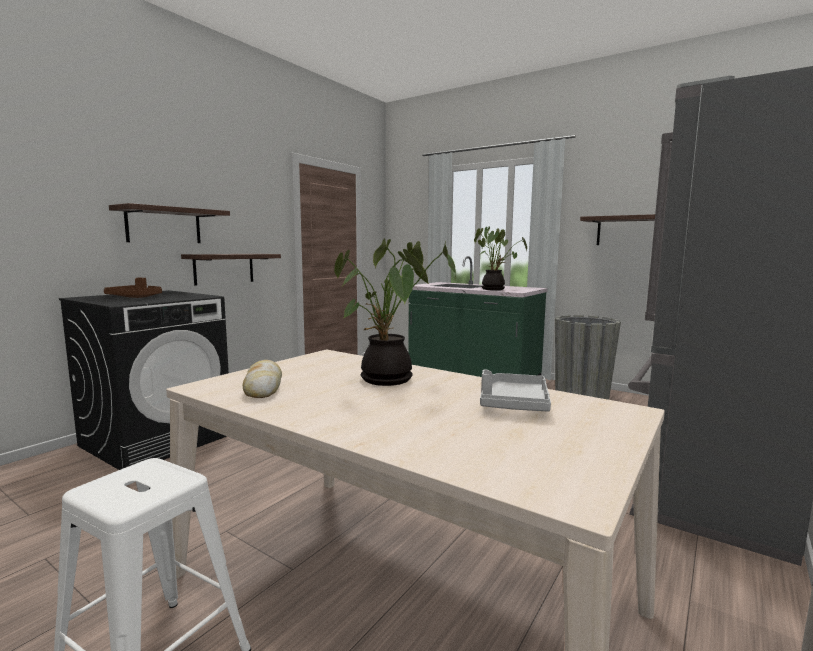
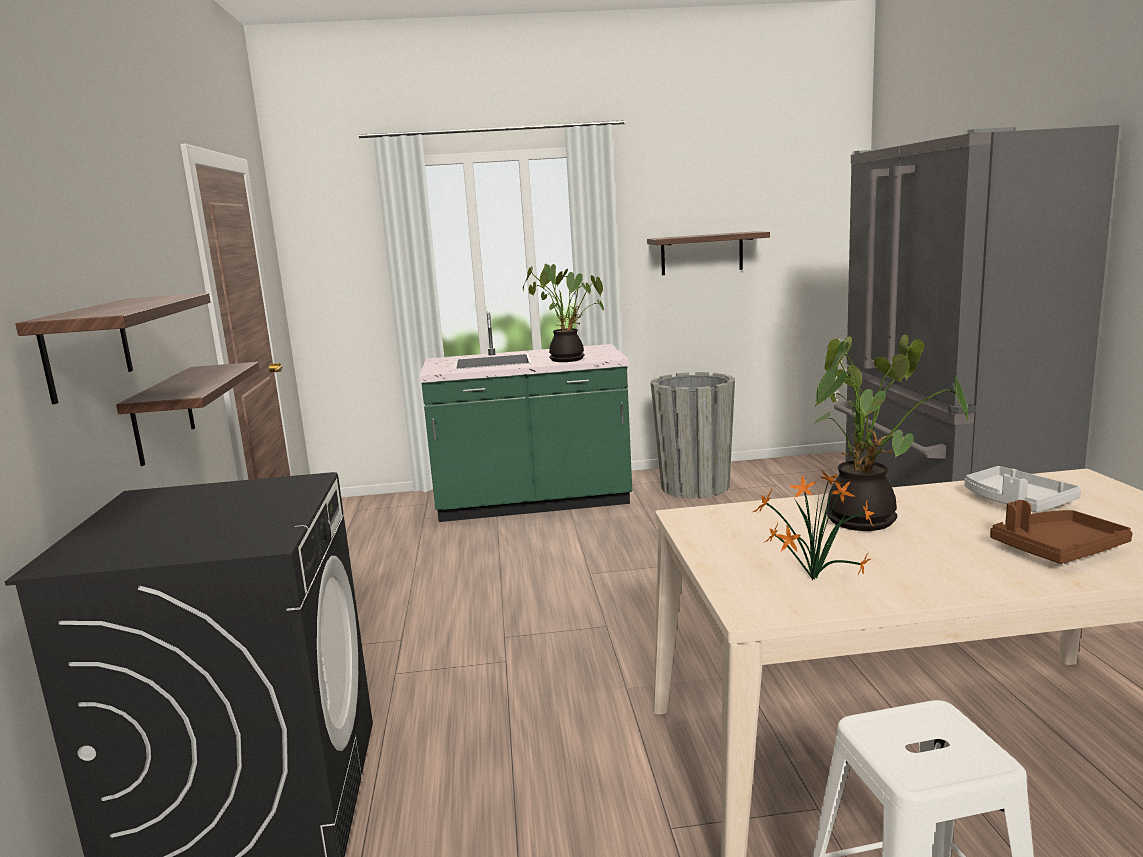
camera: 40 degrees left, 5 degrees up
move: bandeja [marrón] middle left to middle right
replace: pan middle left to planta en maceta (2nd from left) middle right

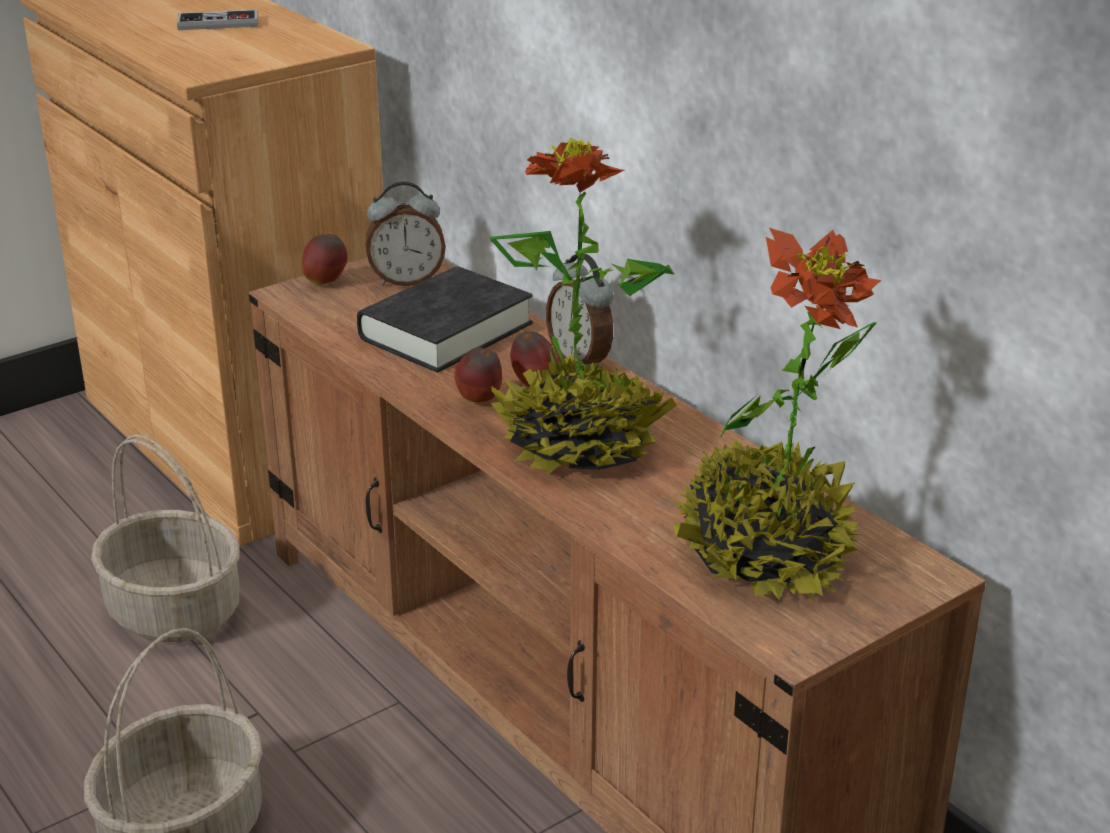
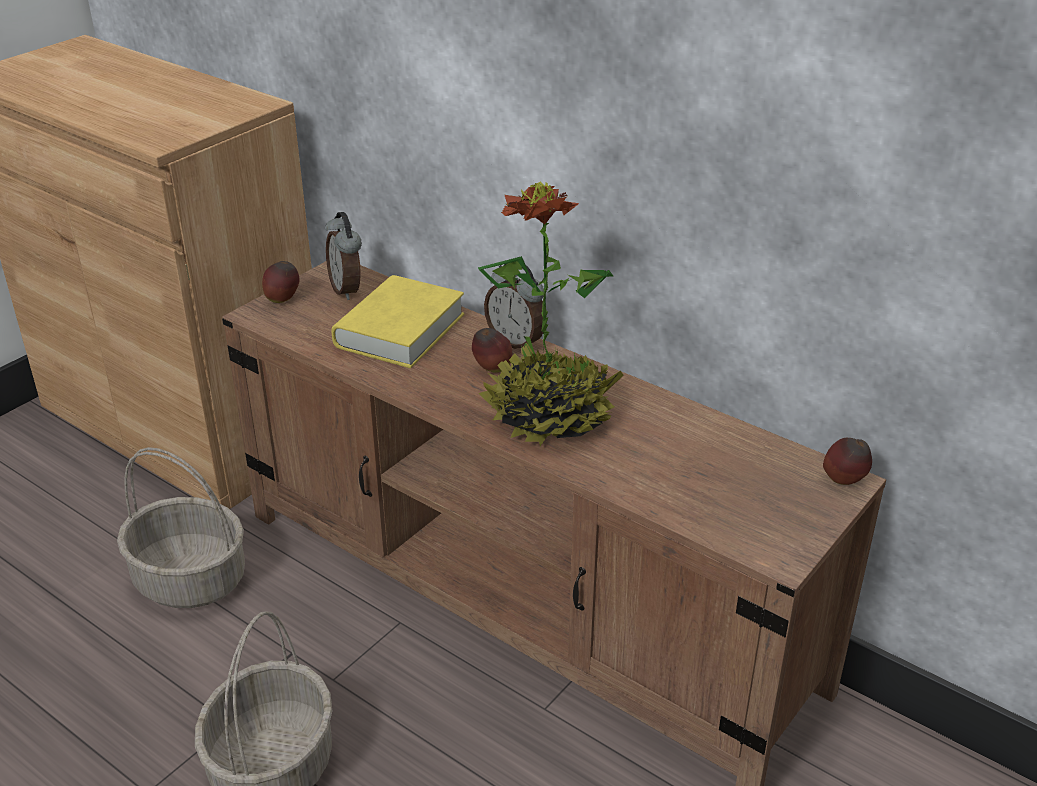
camera: 15 degrees left, 5 degrees up
delete: mando de consola top left; planta en maceta (2nd from left) middle right
move: manzana (2nd from left in the first image) centre to manzana (3rd from left) middle right
recolor: libro [negro] centre to libro [amarillo] centre
rotate: despertador (1st from left) top centre = top left 90 degrees clockwise

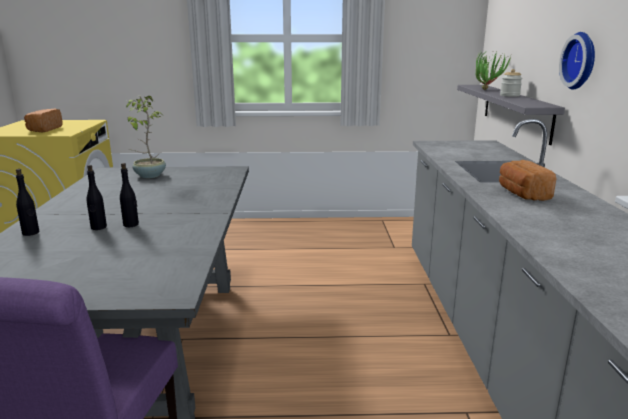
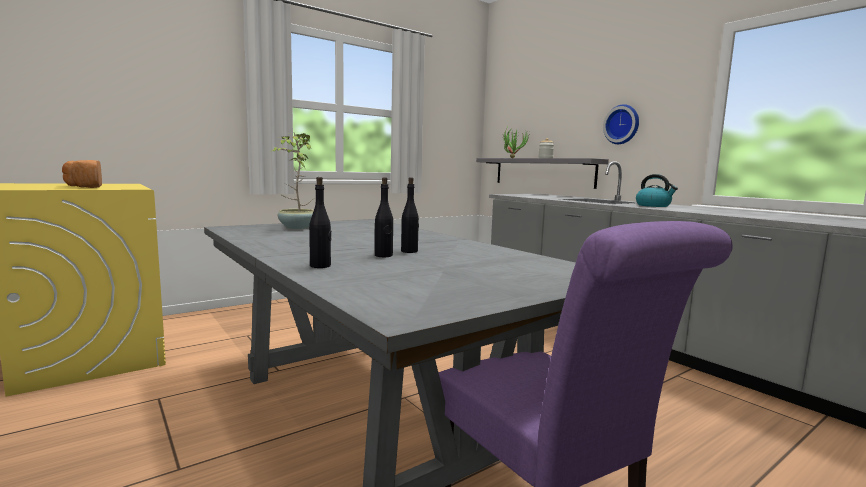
camera: 35 degrees left, 10 degrees down
replace: pan (2nd from left) middle right to hervidor middle right

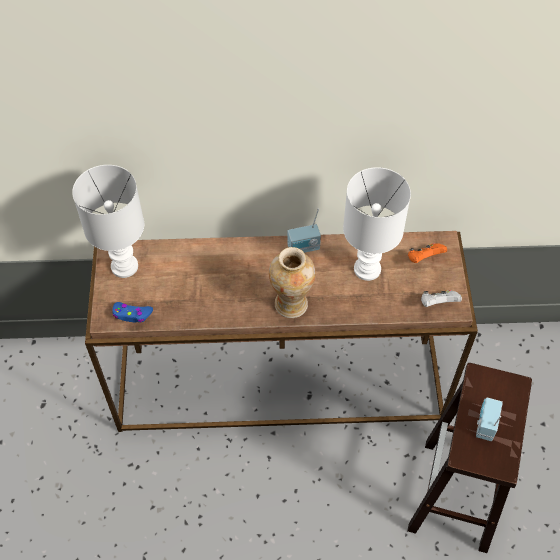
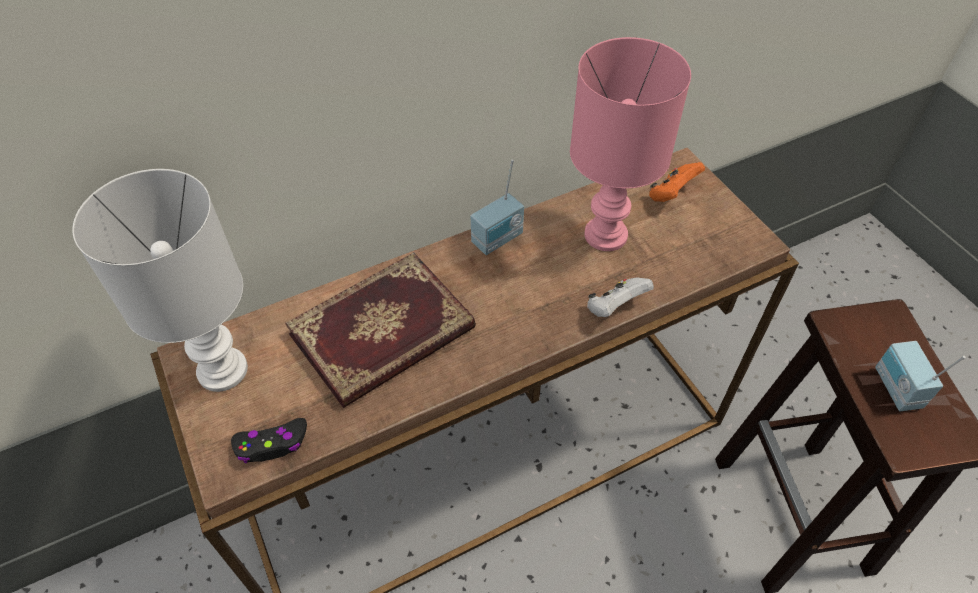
camera: 25 degrees left, 5 degrees down
delete: florero centre
insert: libro centre
move: mando de consola [blanco] middle right to centre
recolor: mando de consola [azul] middle left to mando de consola [negro] bottom left; lámpara de mesa [blanco] (2nd from left) middle right to lámpara de mesa [rosa] top centre

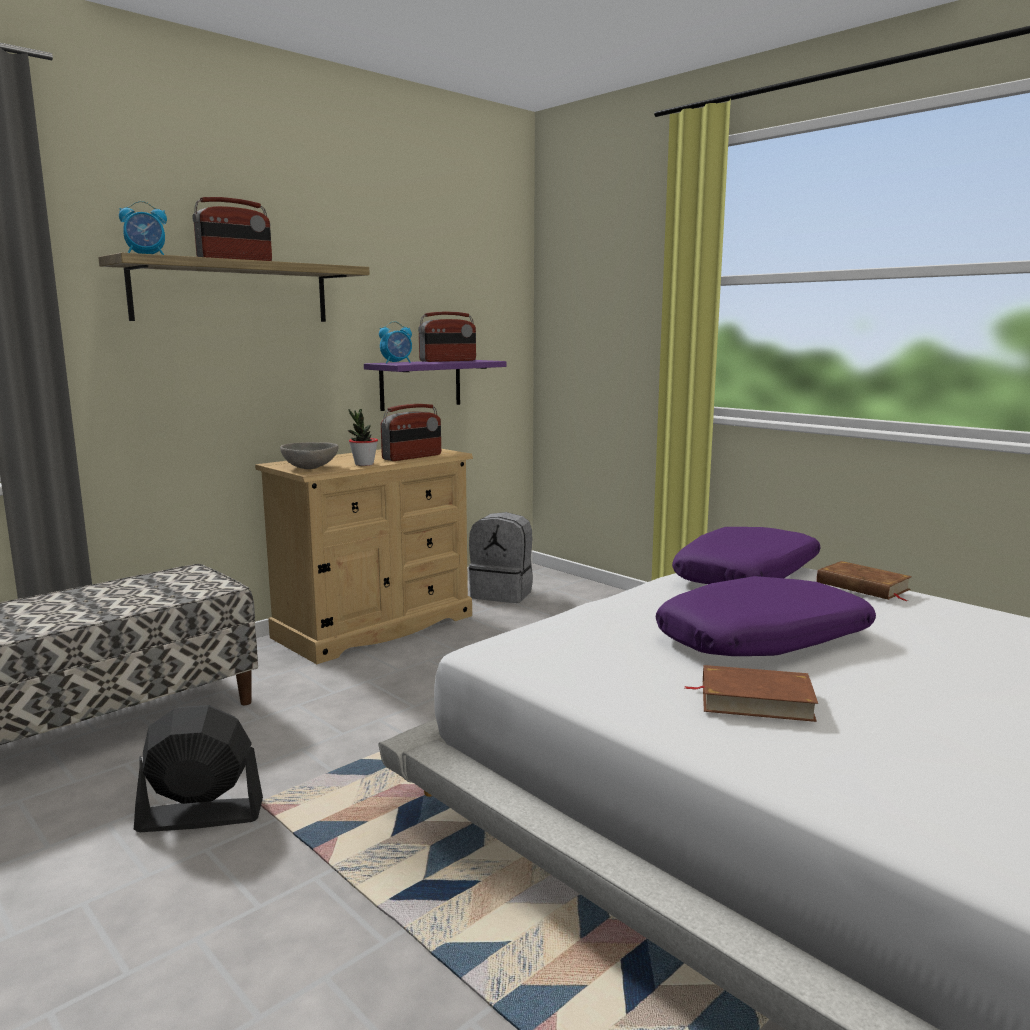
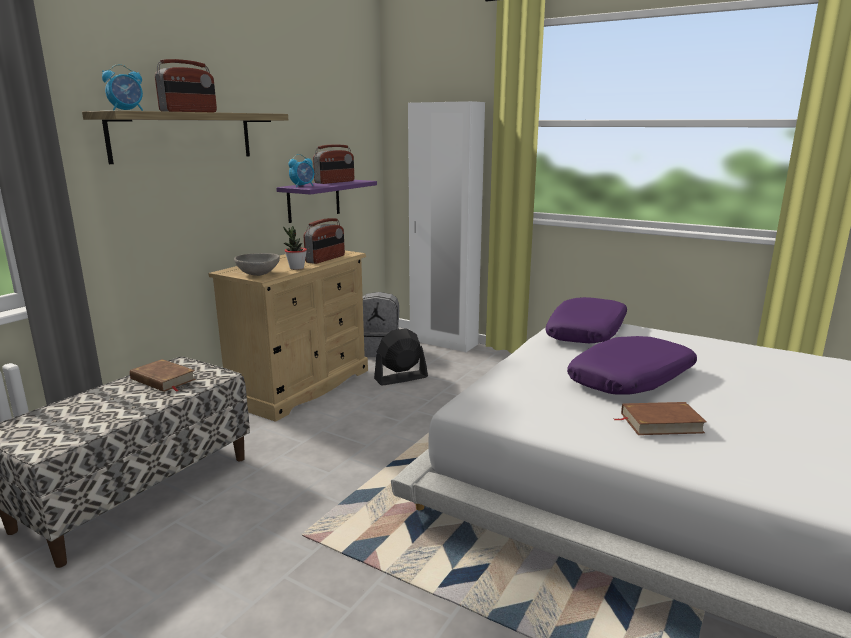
camera: 15 degrees left, 5 degrees up
insert: armario ropero [blanco] centre
move: ventilador [negro] bottom left to centre; libro [marrón] (2nd from left in the first image) middle right to libro [marrón] (1st from left) middle left

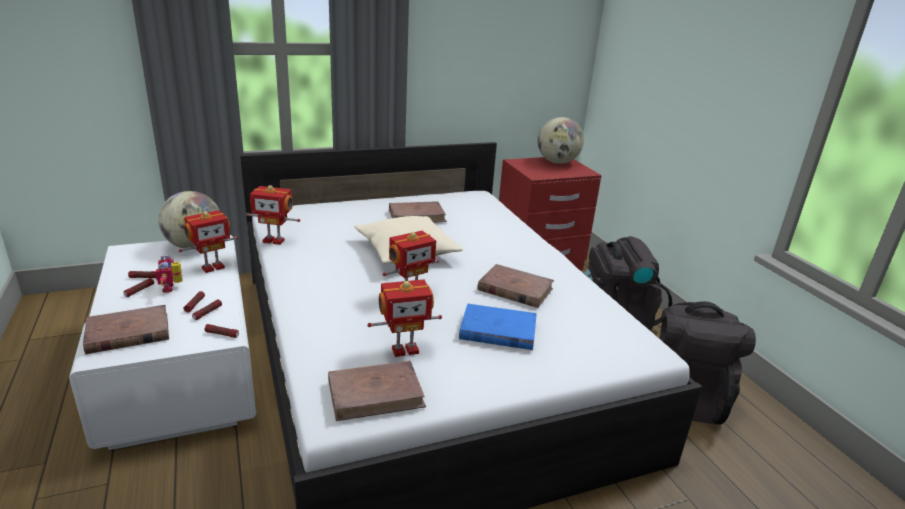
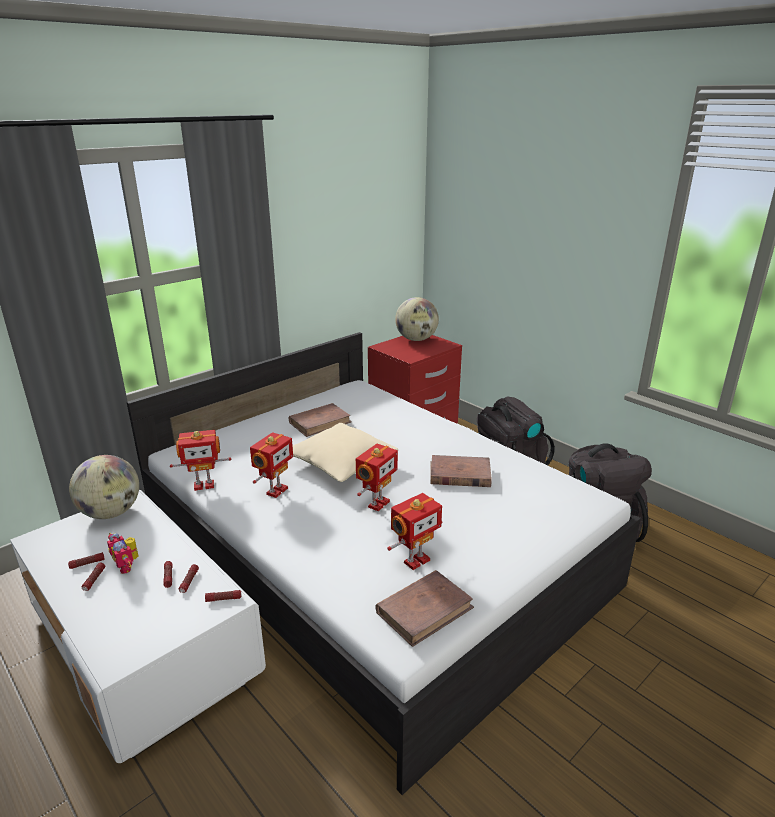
camera: 20 degrees left, 0 degrees up
delete: libro [marrón] (1st from left) middle left; libro [azul] centre
move: robot de juguete (2nd from left in the first image) middle left to robot de juguete (3rd from left) centre

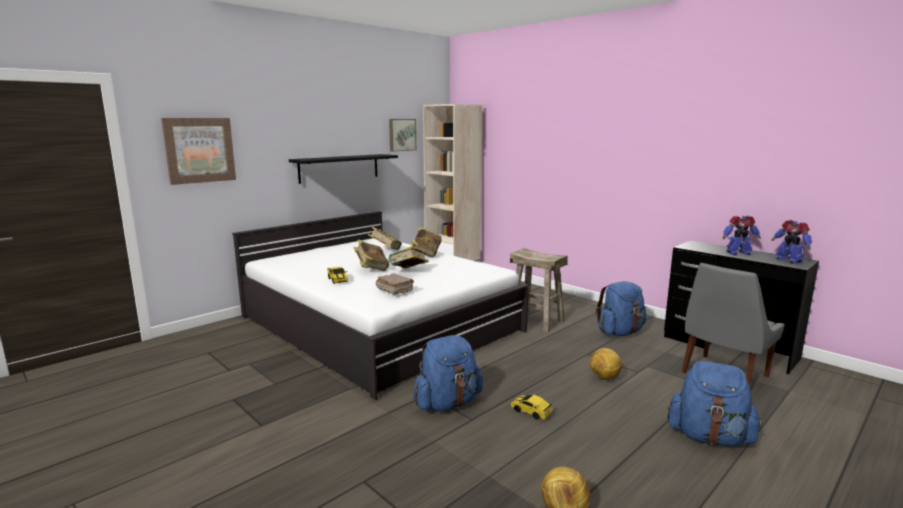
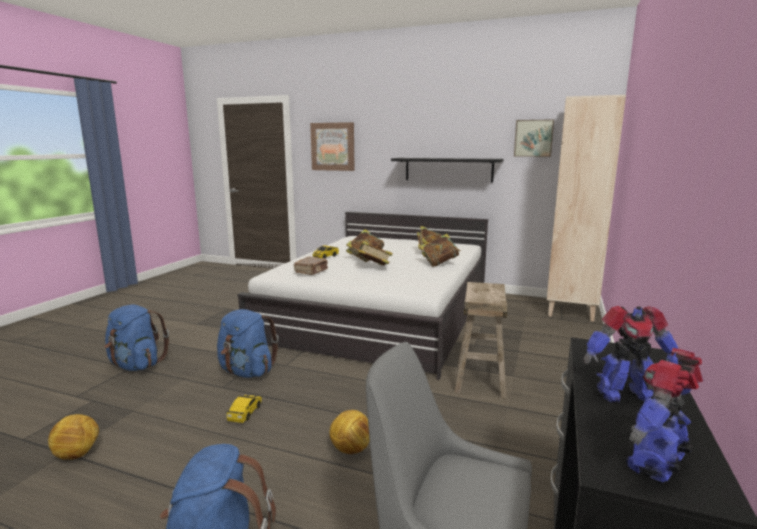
camera: 65 degrees right, 0 degrees up
move: mochila [azul] (2nd from left in the first image) middle right to mochila [azul] (1st from left) middle left
rotate: robot de juguete (1st from left) middle right = bottom right 60 degrees counterclockwise

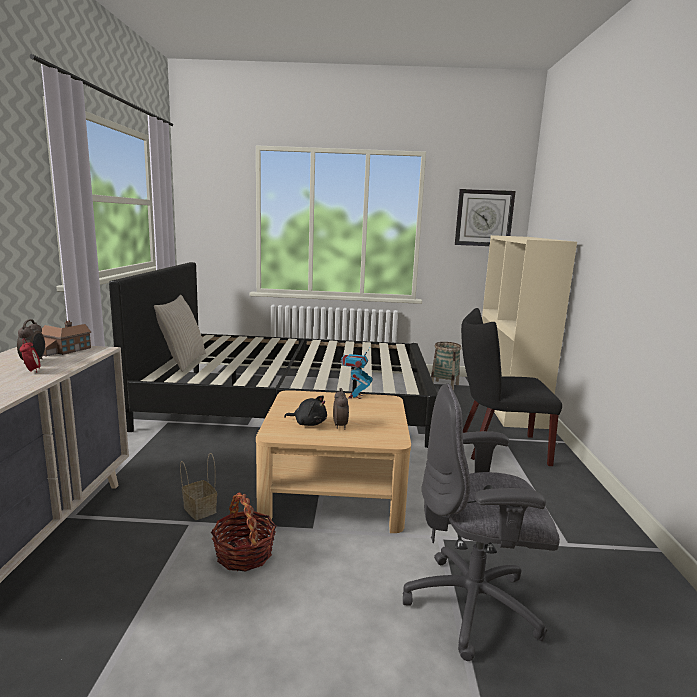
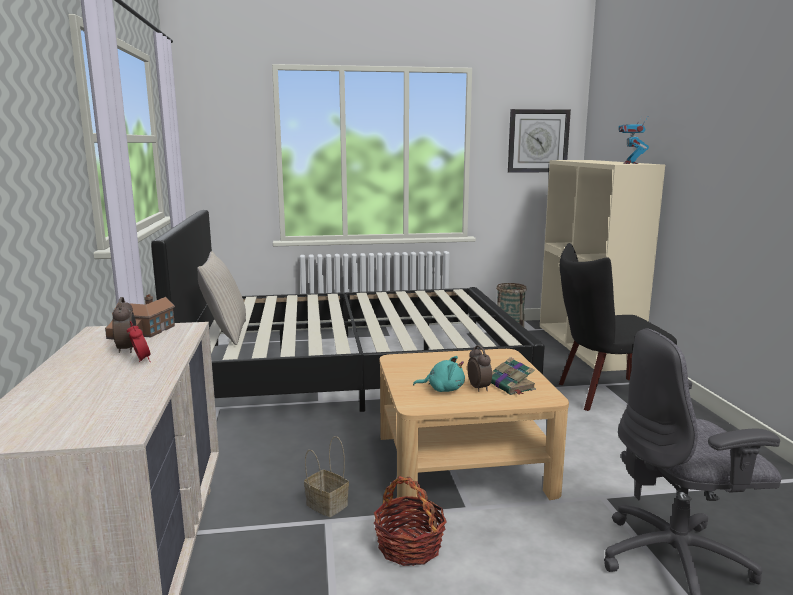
camera: 10 degrees left, 0 degrees up
insert: libro centre
move: robot de juguete centre to top right
recolor: peluche [negro] centre to peluche [turquesa] centre

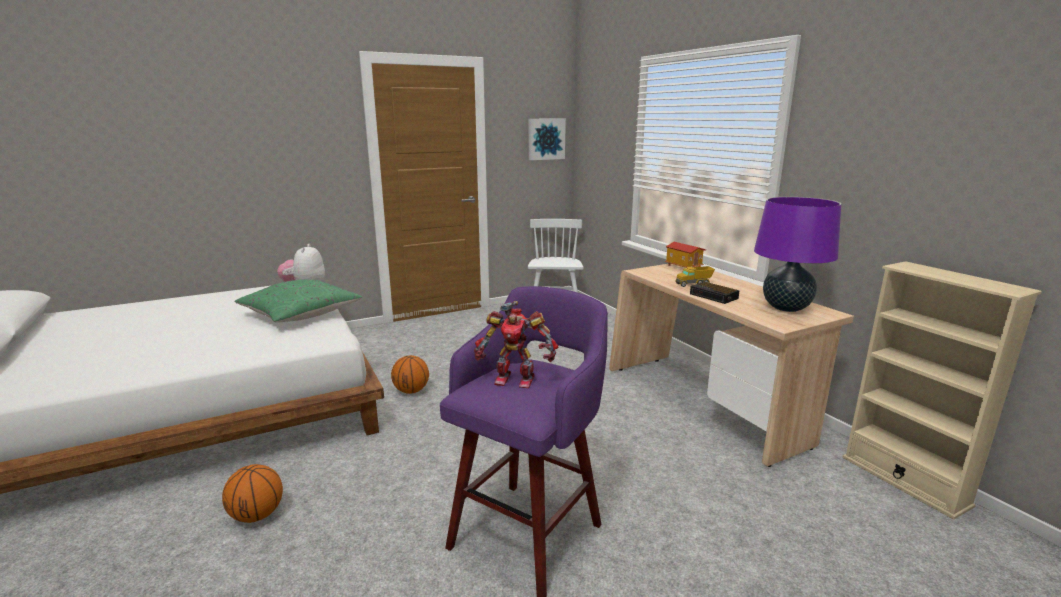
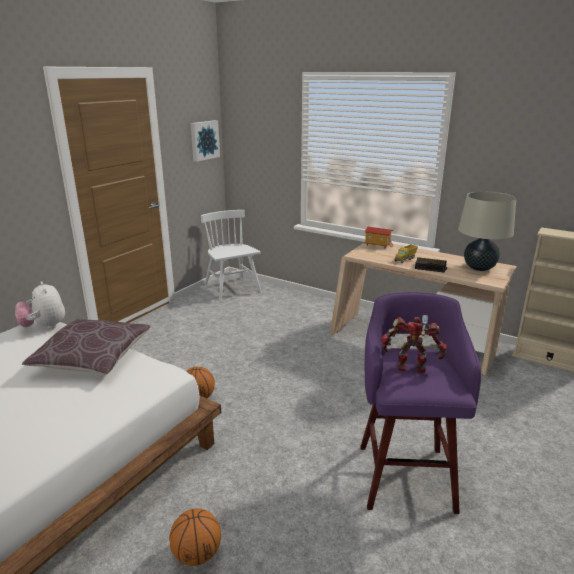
camera: 30 degrees left, 5 degrees up
recolor: cojín [verde] middle left to cojín [marrón] middle left; lámpara de mesa [morado] middle right to lámpara de mesa [beis] middle right
rotate: robot de juguete centre = middle right 150 degrees counterclockwise

